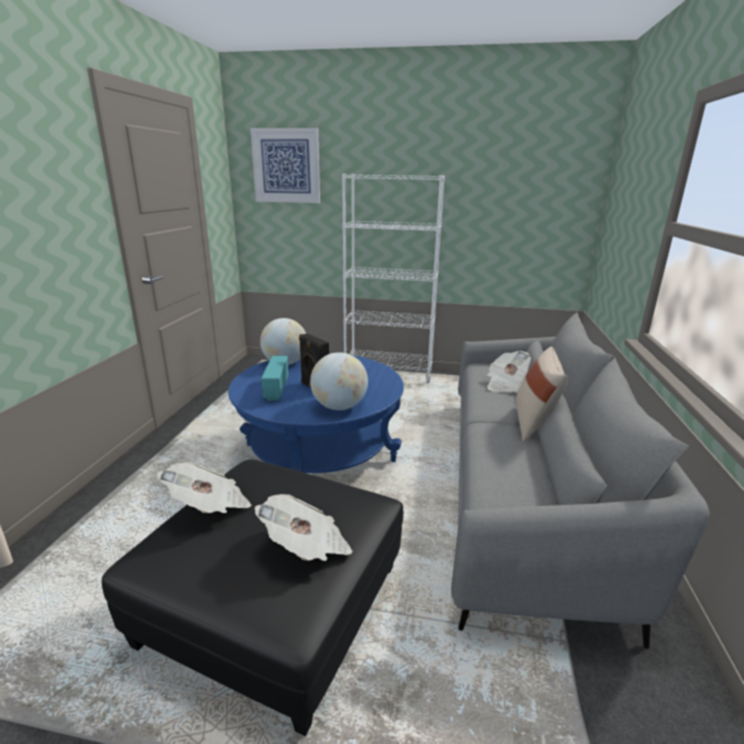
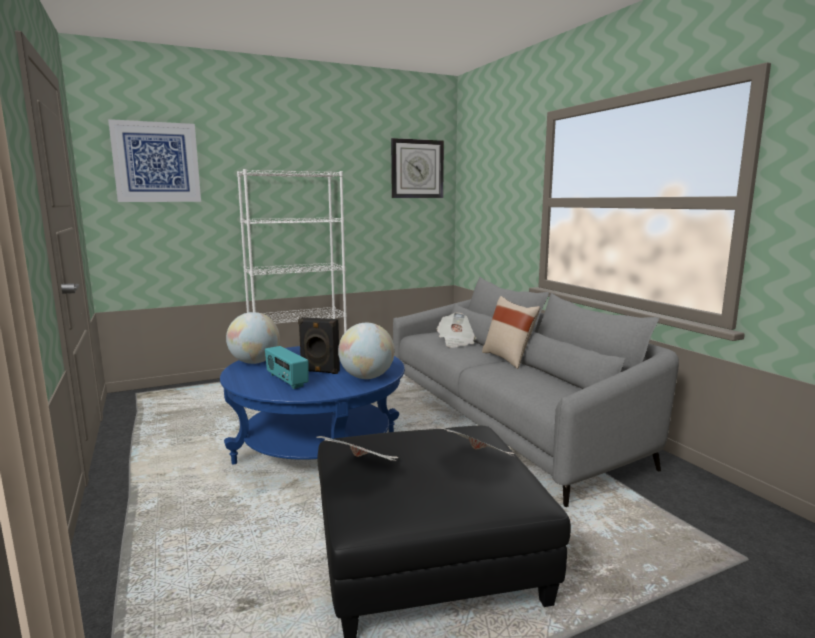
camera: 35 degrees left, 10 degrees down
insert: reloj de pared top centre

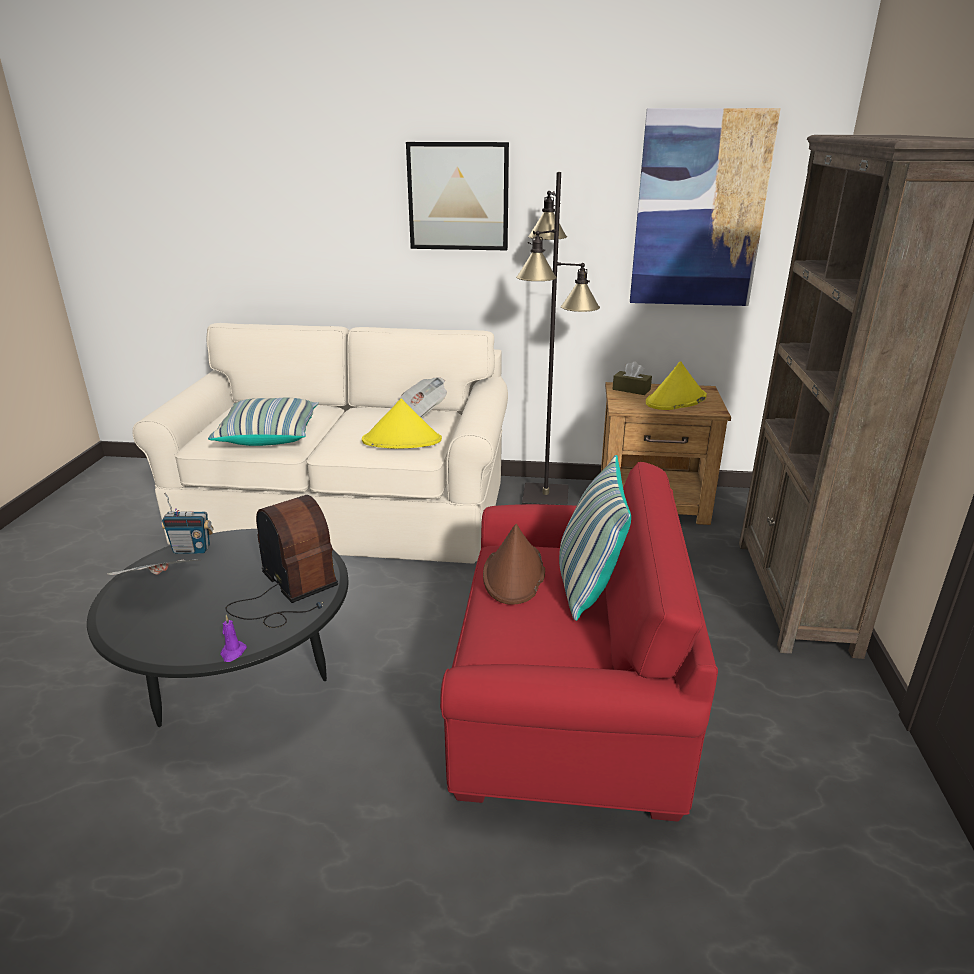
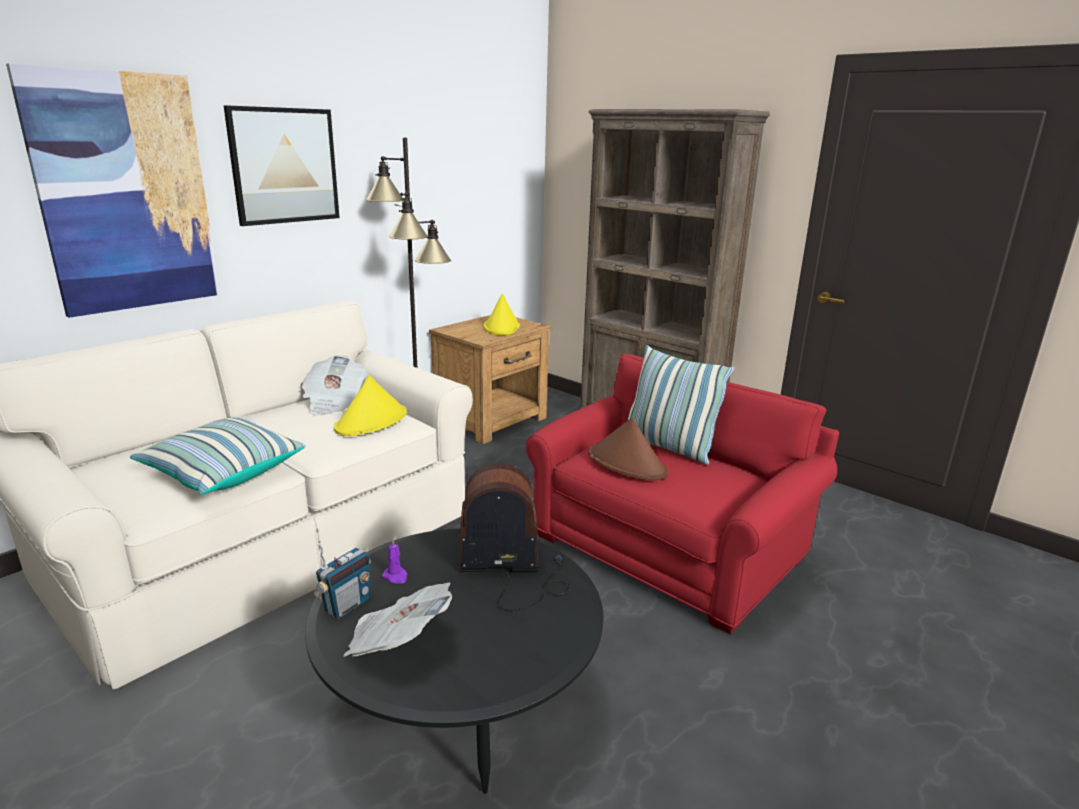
camera: 55 degrees left, 5 degrees down
delete: caja de pañuelos [marrón] centre
move: vela [morado] middle left to bottom centre; cuadro (2nd from left in the first image) top right to cuadro (1st from left) top left

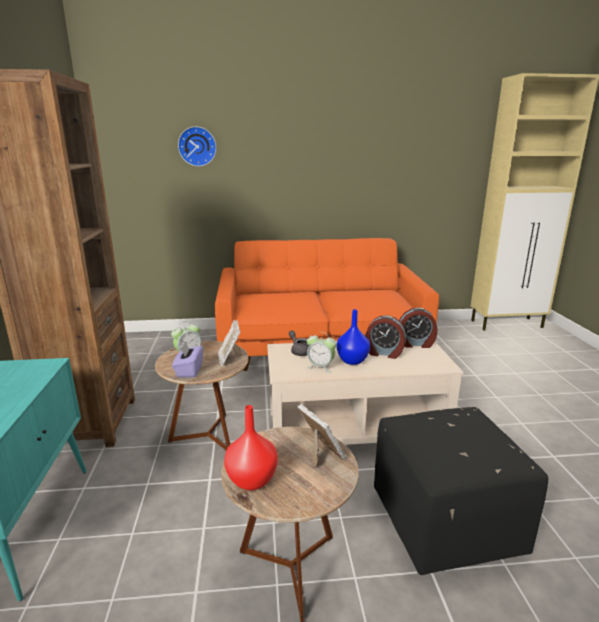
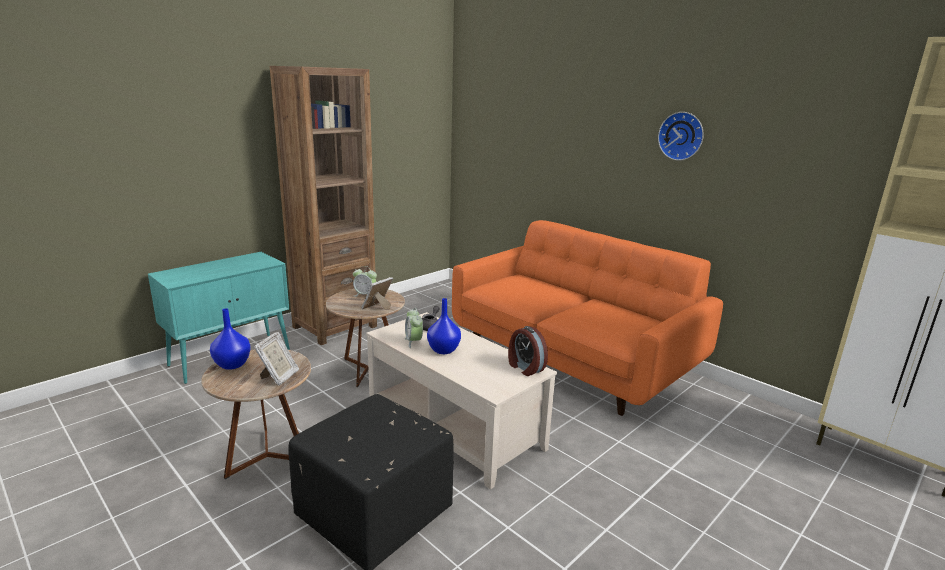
camera: 50 degrees right, 0 degrees up
delete: caja de pañuelos [morado] middle left; despertador (3rd from left) centre
move: reloj de pared top left to top right
recolor: florero [rojo] bottom centre to florero [azul] (1st from left) middle left

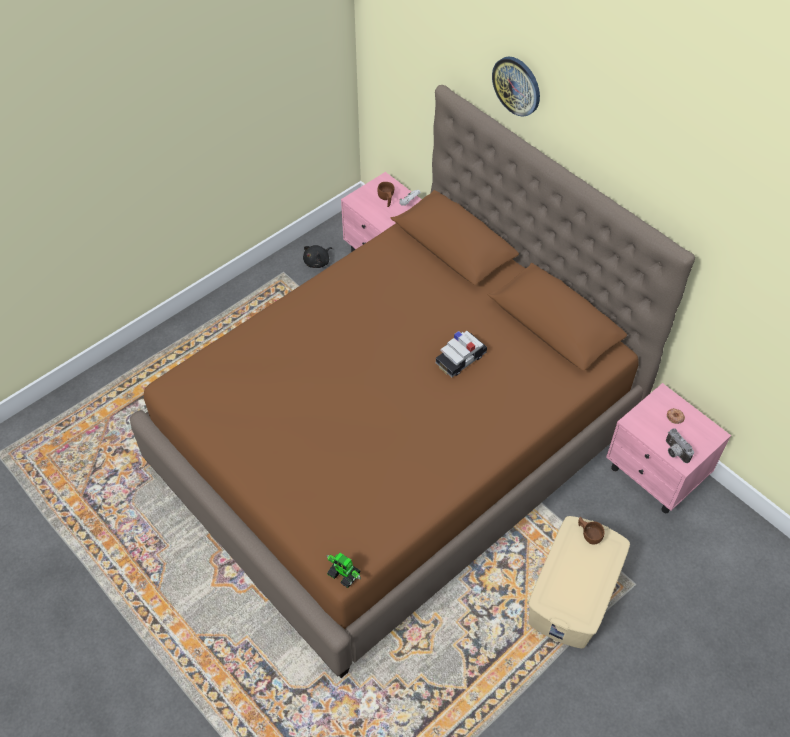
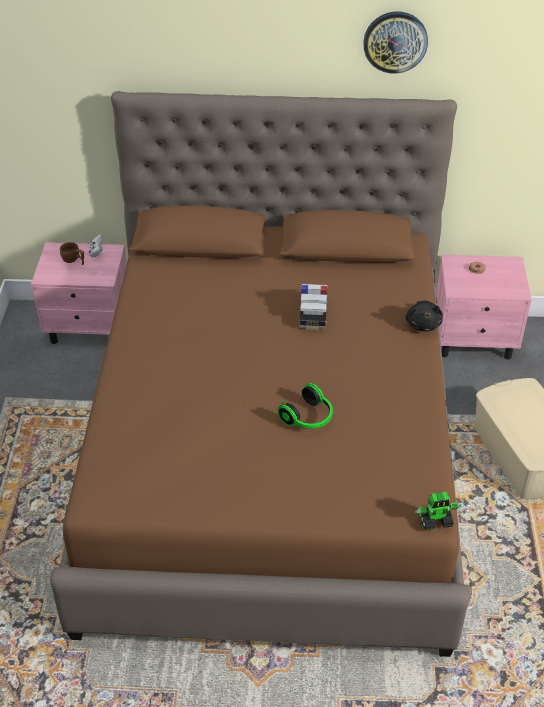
camera: 45 degrees left, 10 degrees down
delete: taza [marrón] (2nd from left) bottom right; cámara middle right
insert: auriculares centre
move: peluche [negro] centre to middle right; reloj de pared top centre to top right

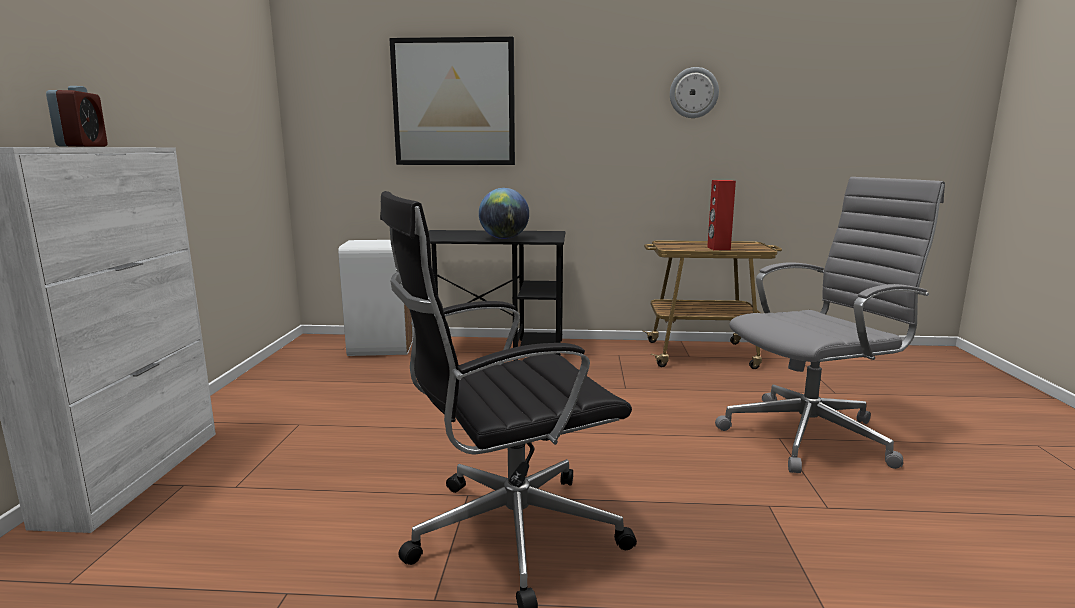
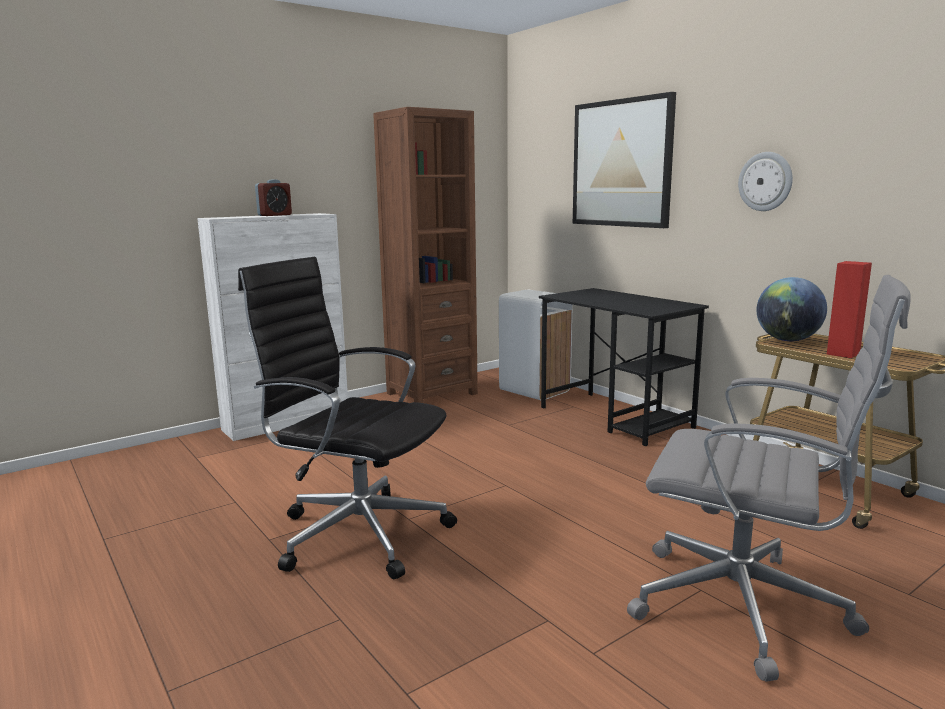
camera: 50 degrees right, 0 degrees up
insert: estantería [marrón] centre
move: globo terráqueo centre to middle right; reloj de pared top centre to top right

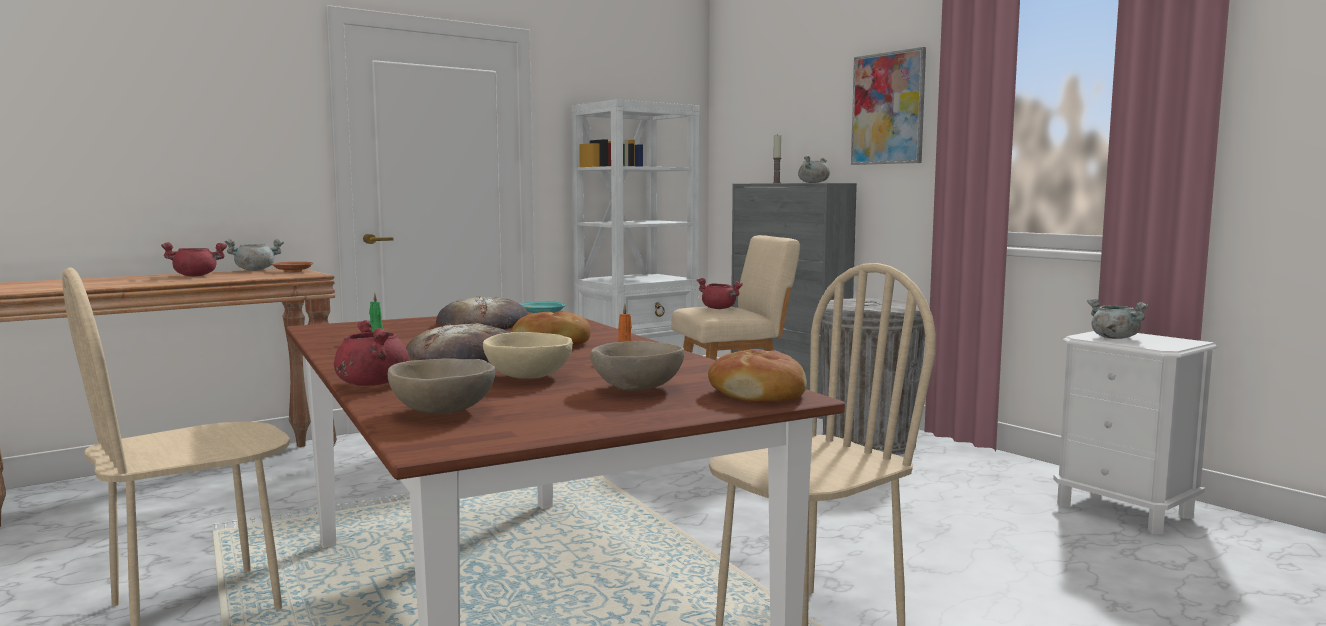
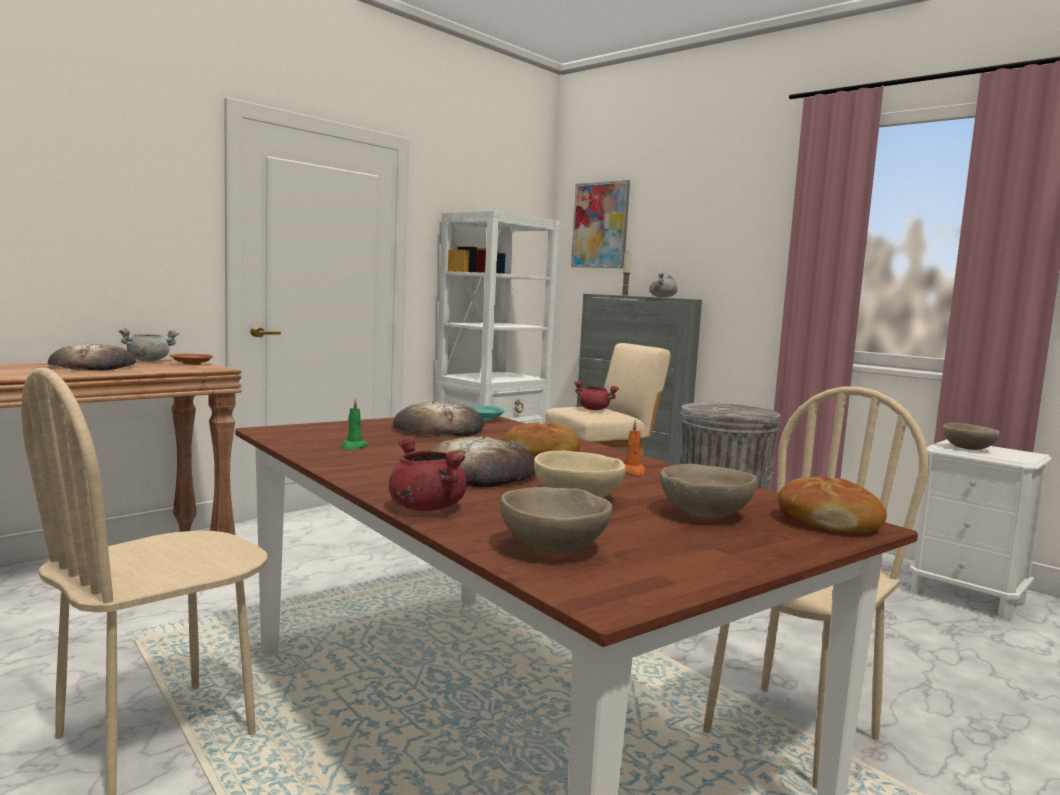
camera: 10 degrees left, 0 degrees up
move: cuadro top right to top centre
replace: olla [rojo] (1st from left) middle left to pan (1st from left) middle left; olla [gris] (3rd from left) middle right to cuenco [beis] (4th from left) middle right

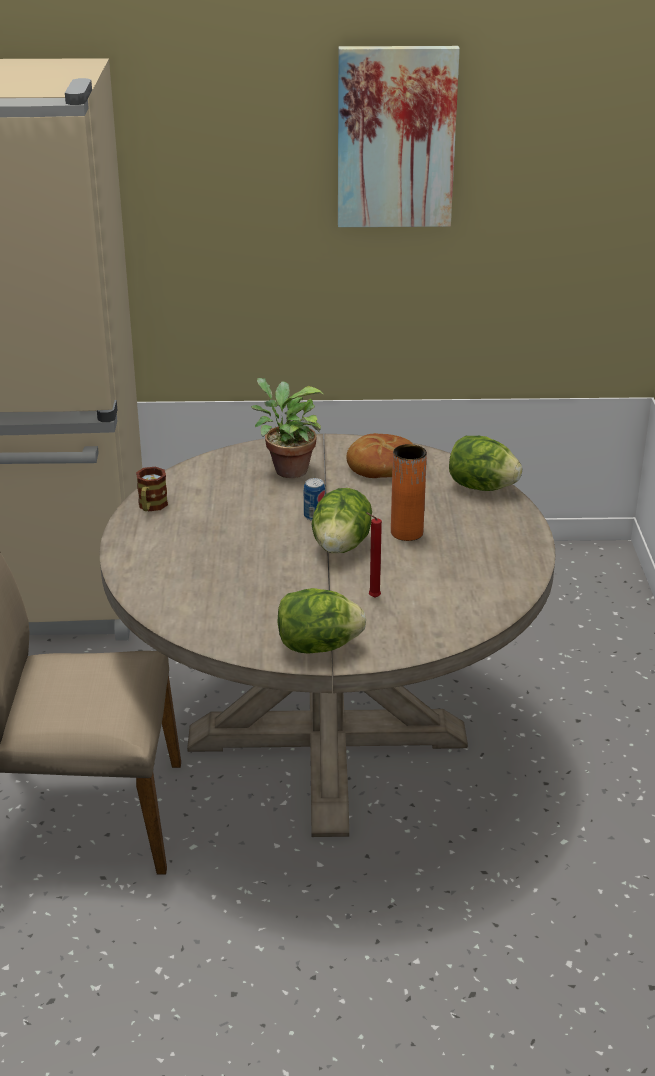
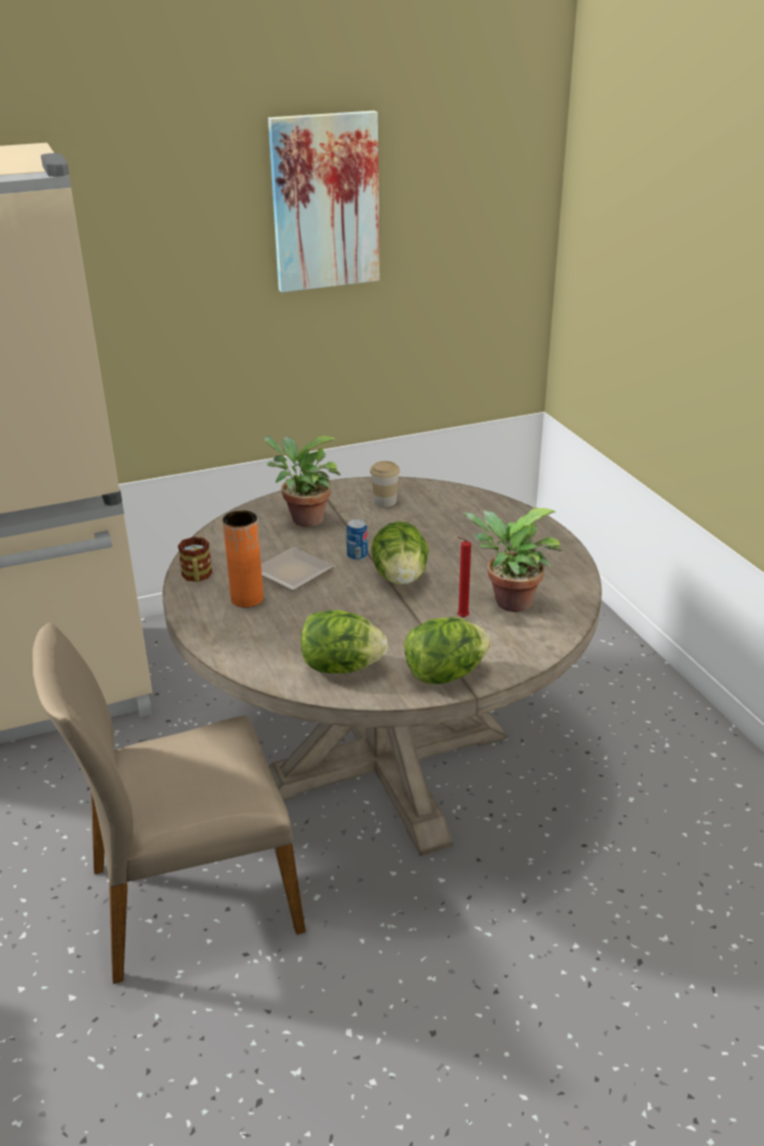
camera: 20 degrees left, 0 degrees up
insert: plato centre; planta en maceta (2nd from left) middle right
move: florero [naranja] centre to middle left; lechuga (3rd from left in the first image) middle right to lechuga (1st from left) centre
replace: pan centre to taza centre

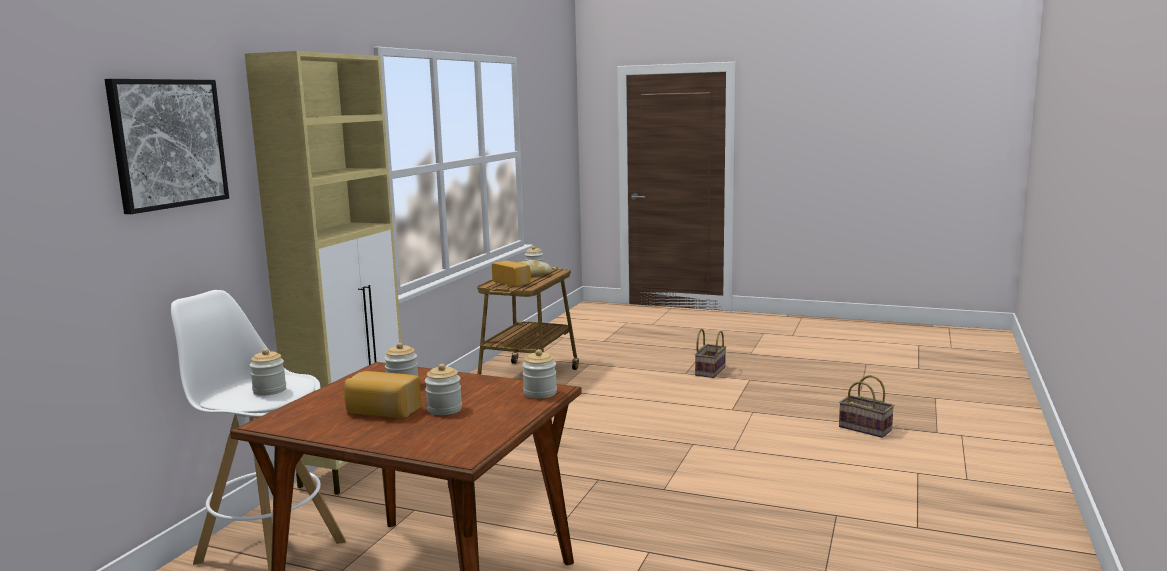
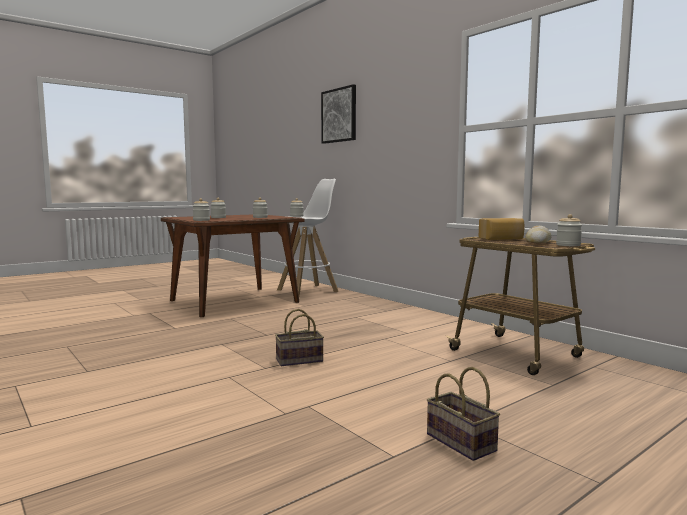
camera: 120 degrees right, 5 degrees down
delete: armario [beis] middle left; pan (1st from left) bottom left
move: cesta (2nd from left in the first image) bottom right to cesta (1st from left) centre

